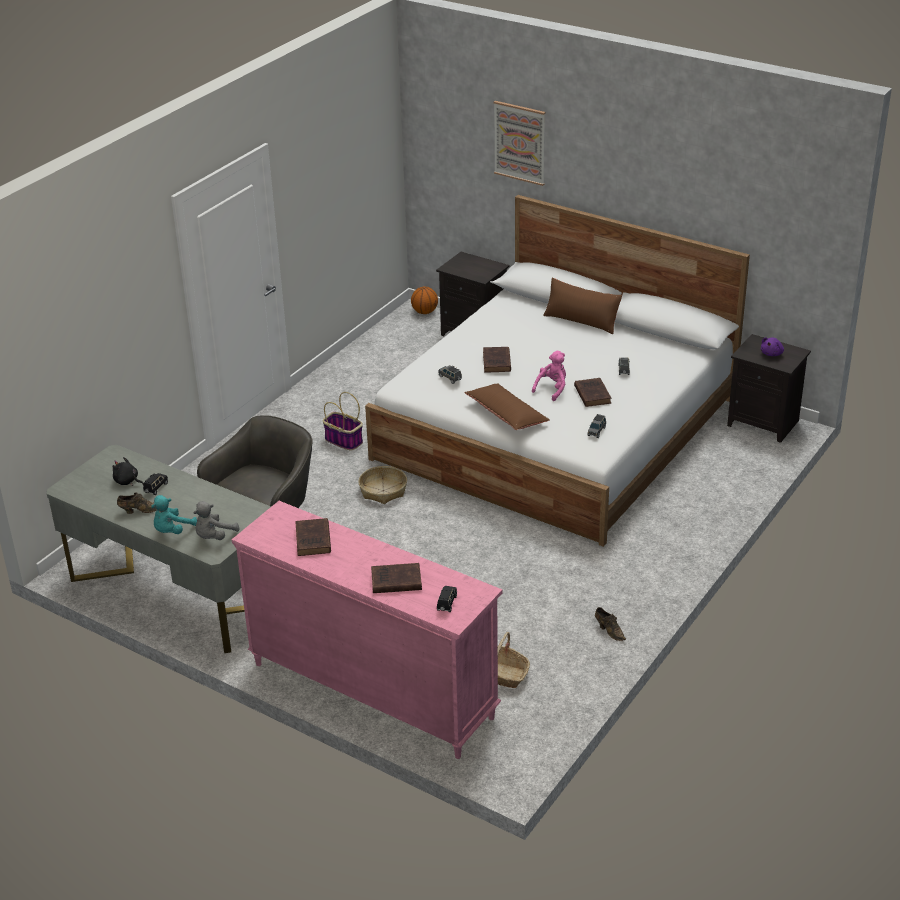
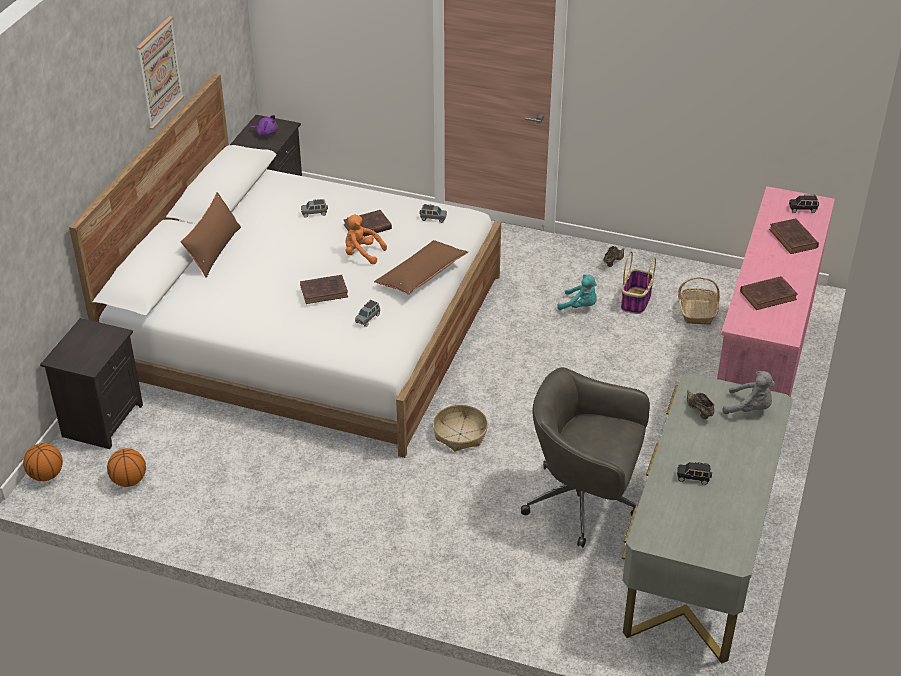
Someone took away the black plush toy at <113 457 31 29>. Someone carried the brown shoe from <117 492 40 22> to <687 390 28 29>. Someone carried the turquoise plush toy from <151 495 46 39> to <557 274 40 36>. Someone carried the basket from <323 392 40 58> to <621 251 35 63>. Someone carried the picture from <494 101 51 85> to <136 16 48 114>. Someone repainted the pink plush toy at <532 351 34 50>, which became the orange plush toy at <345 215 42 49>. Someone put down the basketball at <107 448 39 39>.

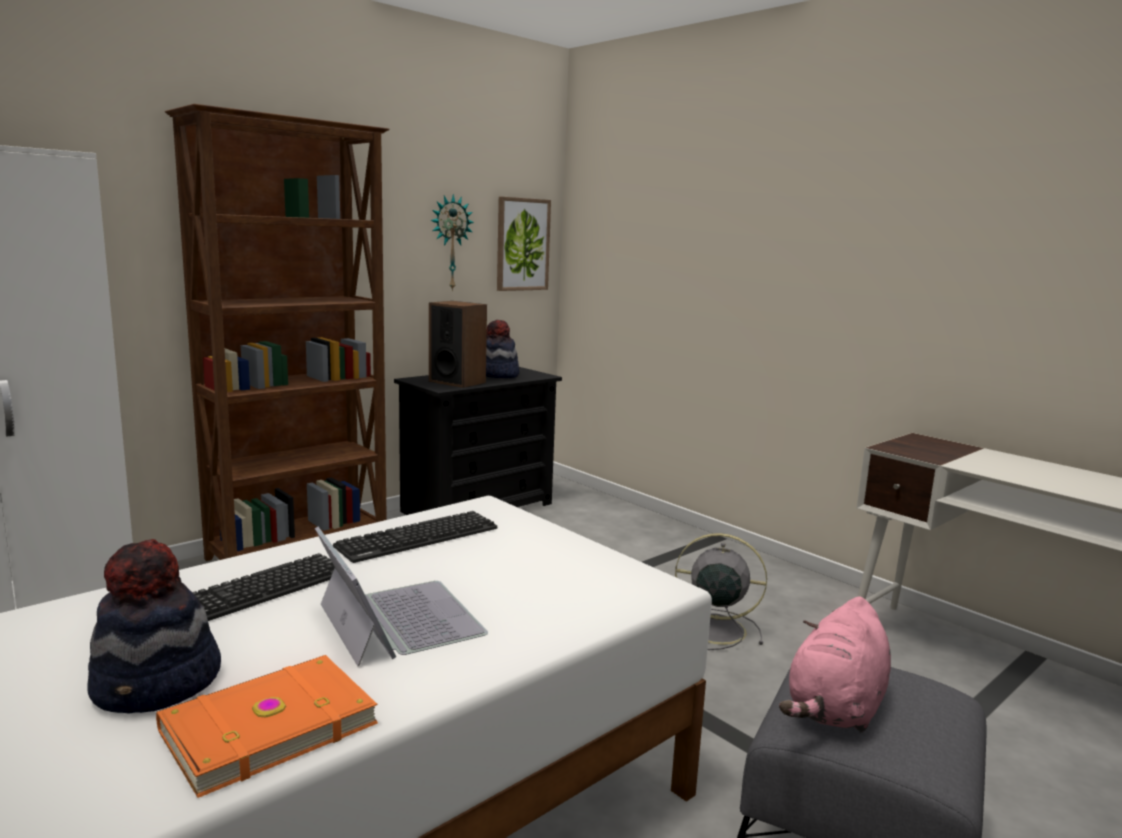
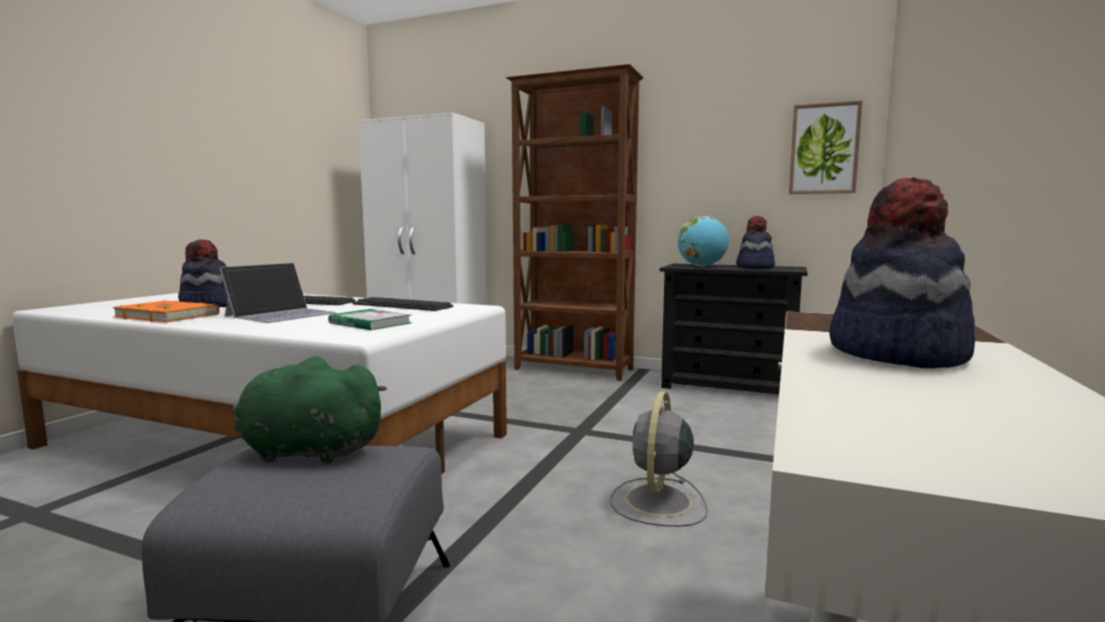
Someone swapped the speaker at <429 301 58 87> for the globe at <678 216 51 51>. Someone took away the wall clock at <430 194 44 97>. Someone rotated the grey fan at <675 533 92 117> by 150 degrees counterclockwise. Someone repainted the pink plush toy at <779 596 112 136>, which became the green plush toy at <232 356 155 108>. Someone put down the book at <328 309 84 21>. Someone put down the hat at <830 177 145 191>.

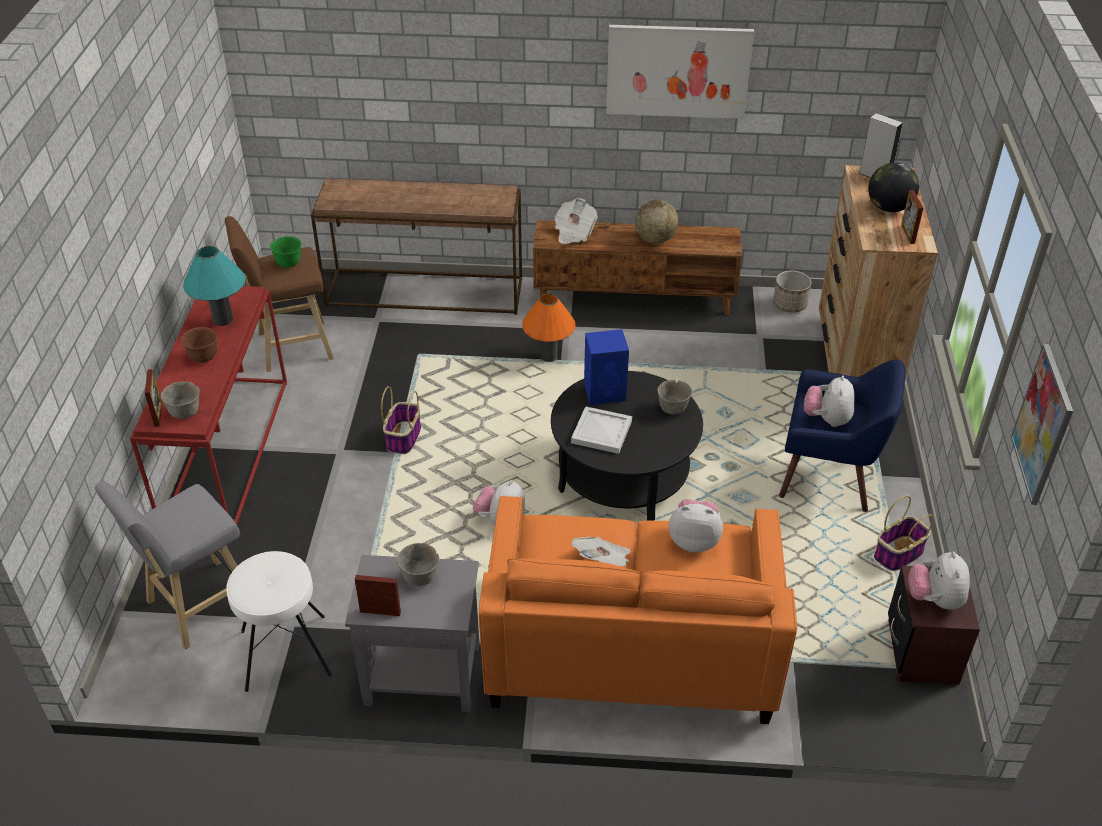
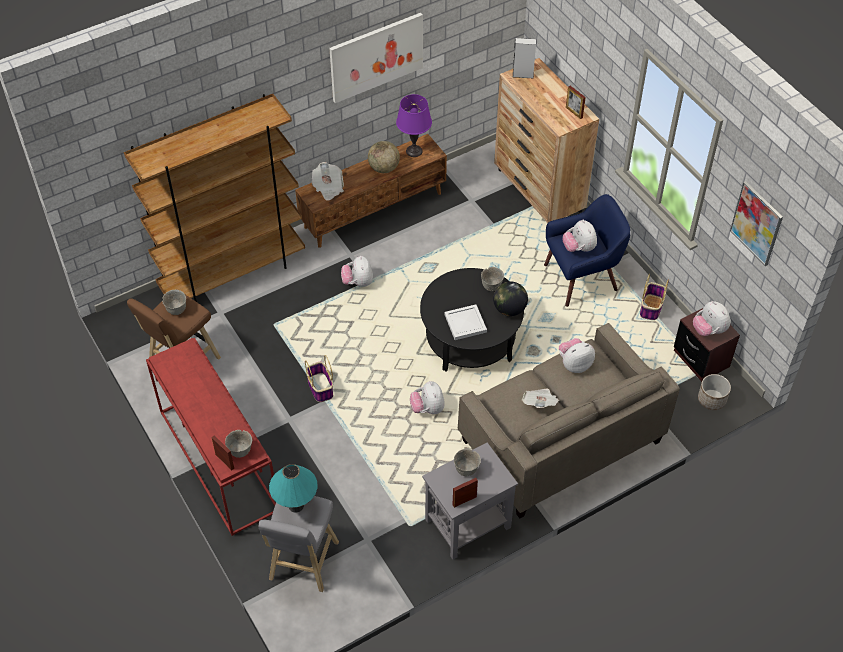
Someone took away the brown bowl at <181 327 36 36>. Someone carried the turquoise table lamp from <183 246 62 80> to <269 464 49 49>. Someone took away the white stool at <226 551 106 141>. Someone repainted the green bowl at <270 236 31 32>, which became the grey bowl at <162 290 24 25>. Someone swapped the brown console table at <311 178 211 137> for the brown bookcase at <124 94 181 208>. Someone repainted the orange sofa at <478 496 319 228>, which became the beige sofa at <458 323 222 196>. Someone swapped the orange table lamp at <522 294 53 68> for the plush toy at <341 256 32 31>. Someone took away the blue speaker at <584 329 45 76>. Someone carried the planter from <773 271 39 42> to <698 374 33 36>. Someone carried the globe from <868 162 51 50> to <493 282 35 34>. Someone put down the purple table lamp at <396 94 36 63>.

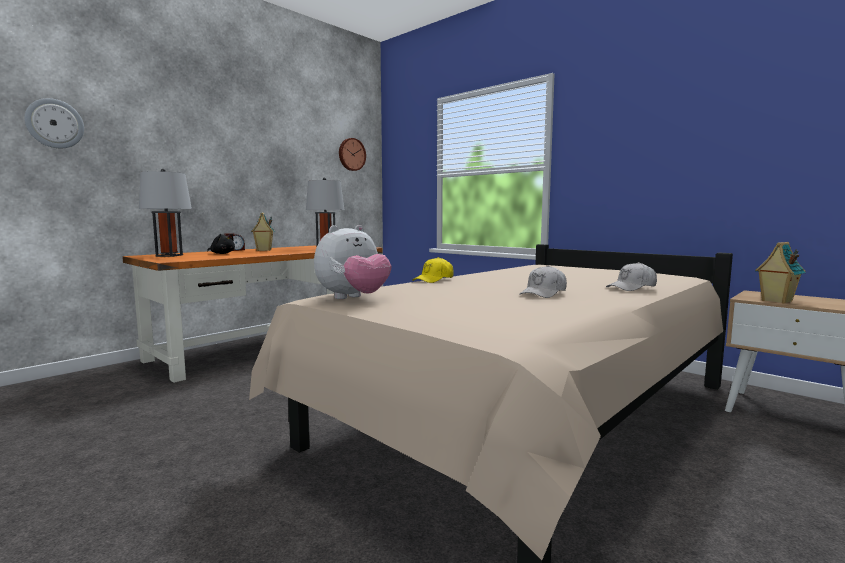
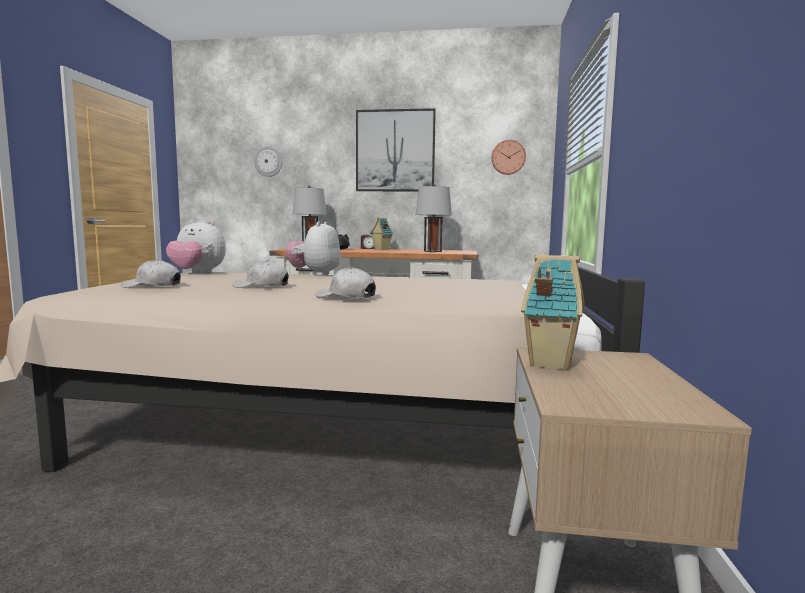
Someone swapped the yellow cap at <413 257 41 26> for the plush toy at <286 221 55 55>. Someone put down the white cap at <121 259 60 29>. Someone put up the picture at <356 108 80 83>.

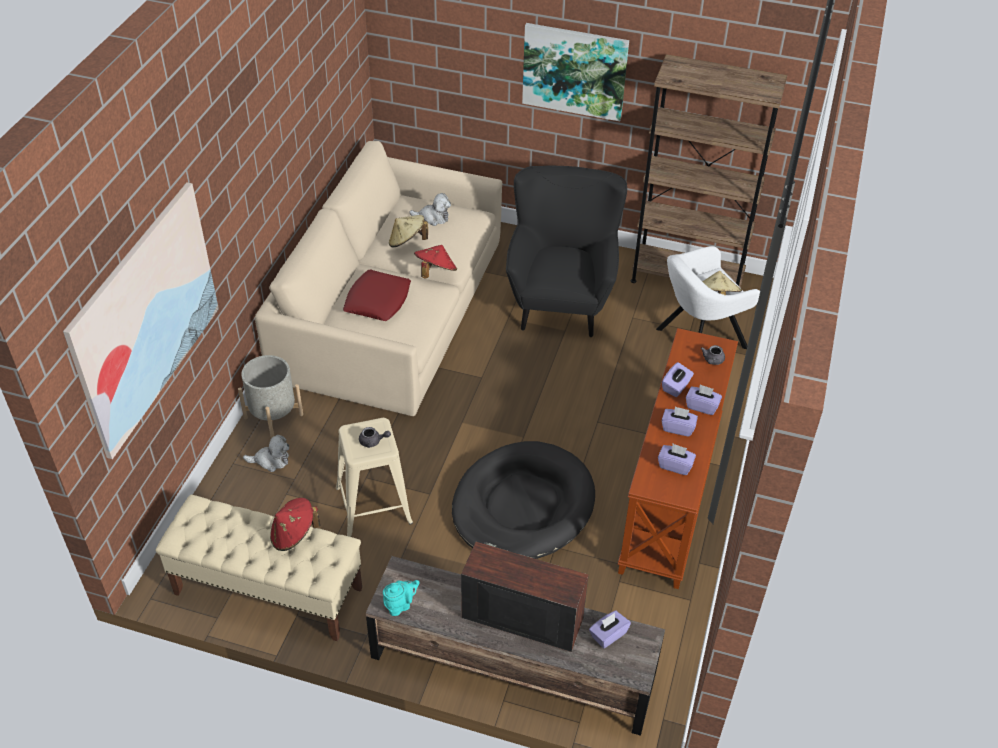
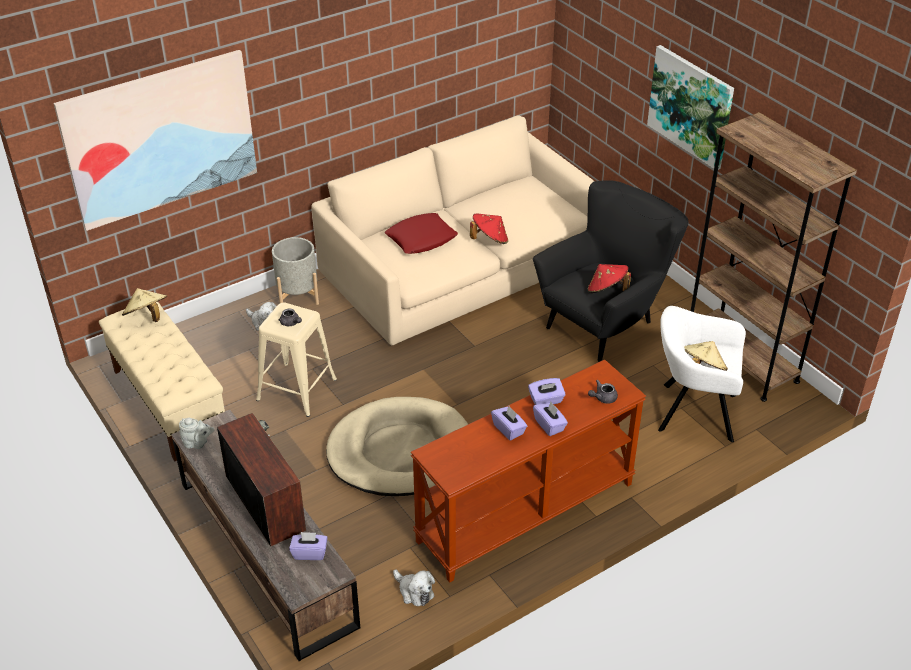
Someone carried the red hat from <270 498 51 53> to <588 264 43 29>. Someone repainted the turquoise teapot at <383 580 36 36>, which became the grey teapot at <179 418 35 31>. Someone carried the beige hat from <389 215 39 32> to <122 288 45 34>. Someone carried the plush toy from <409 193 42 33> to <393 569 42 37>. Someone repainted the black dog bed at <452 441 143 118>, which became the beige dog bed at <326 397 142 99>. Someone took away the purple tissue box at <658 444 38 31>.

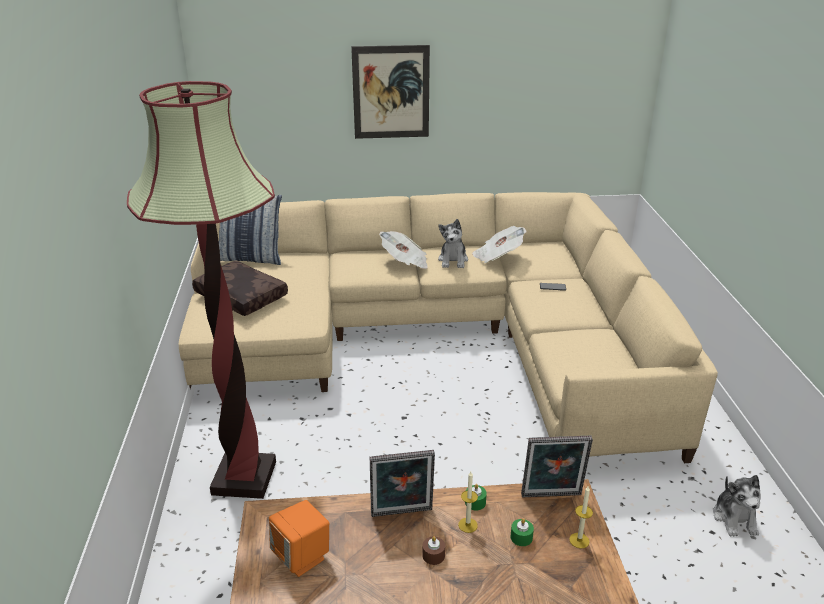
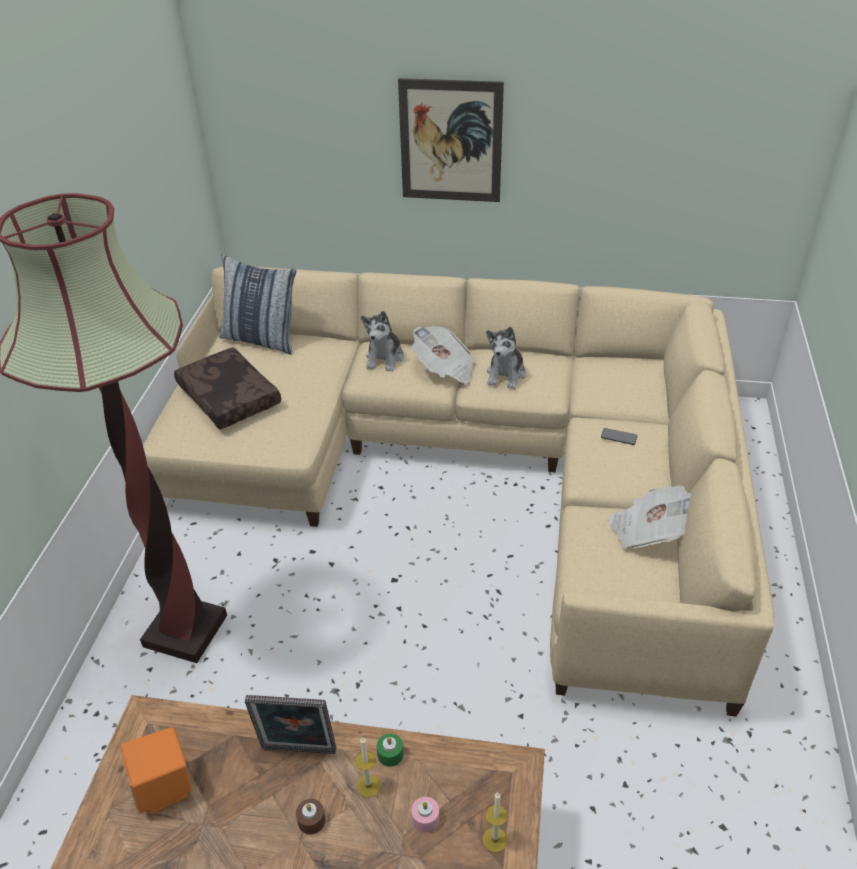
Someone carried the newspaper from <472 226 55 37> to <608 485 84 64>. Someone repainted the green candle at <511 518 23 28>, which became the pink candle at <411 797 28 35>. Someone took away the picture frame at <521 436 72 62>. Someone carried the plush toy from <713 475 48 62> to <361 311 43 61>.

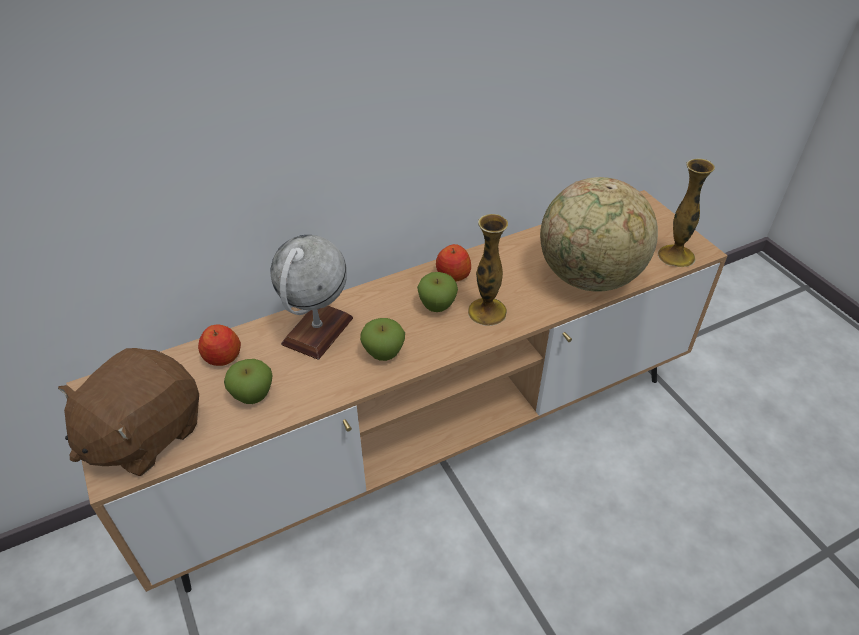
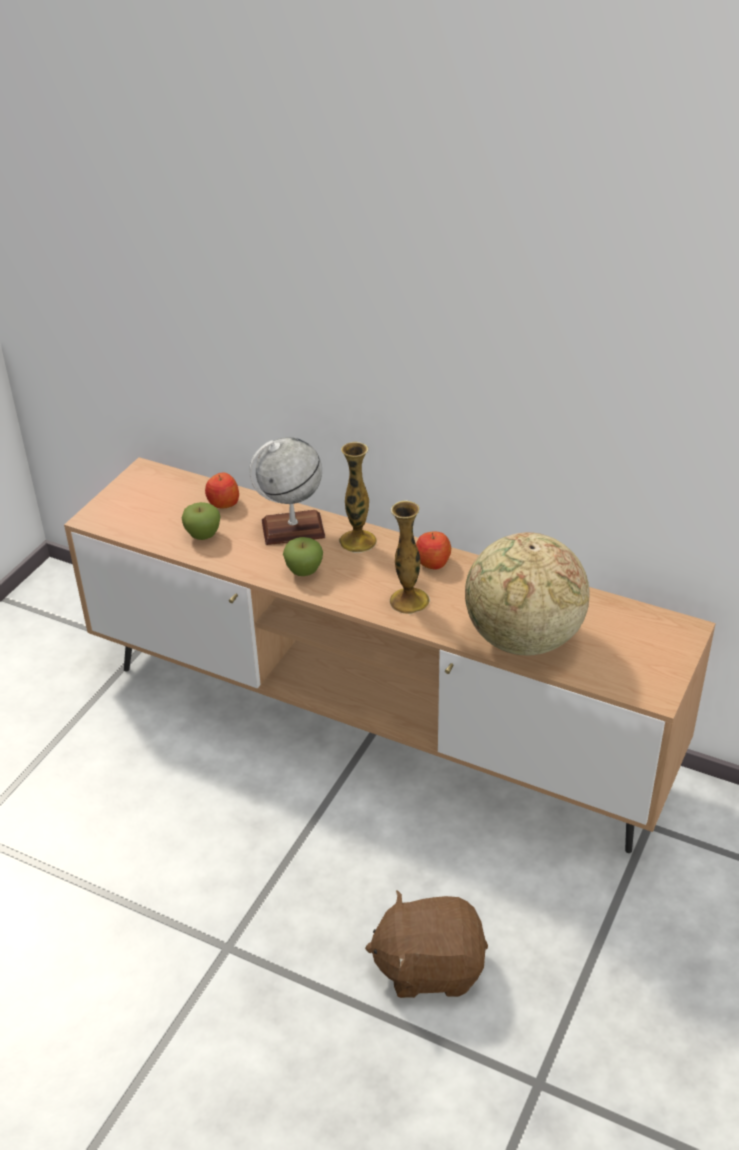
Someone carried the brown plush toy from <58 348 141 128> to <365 890 123 108>. Someone took away the apple at <417 272 41 40>. Someone carried the vase from <658 158 57 109> to <339 442 38 111>.

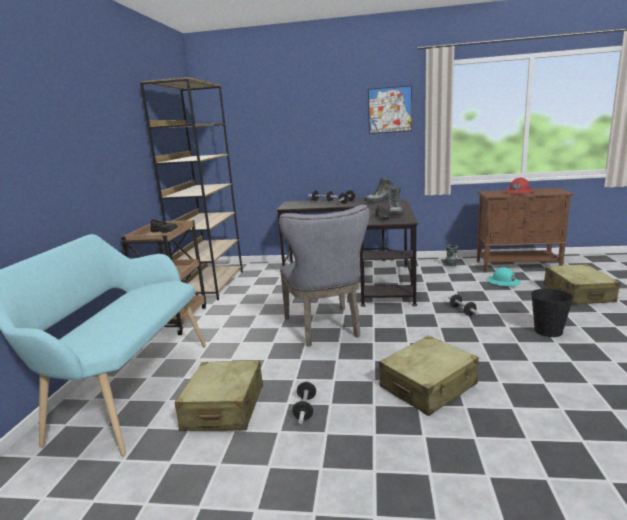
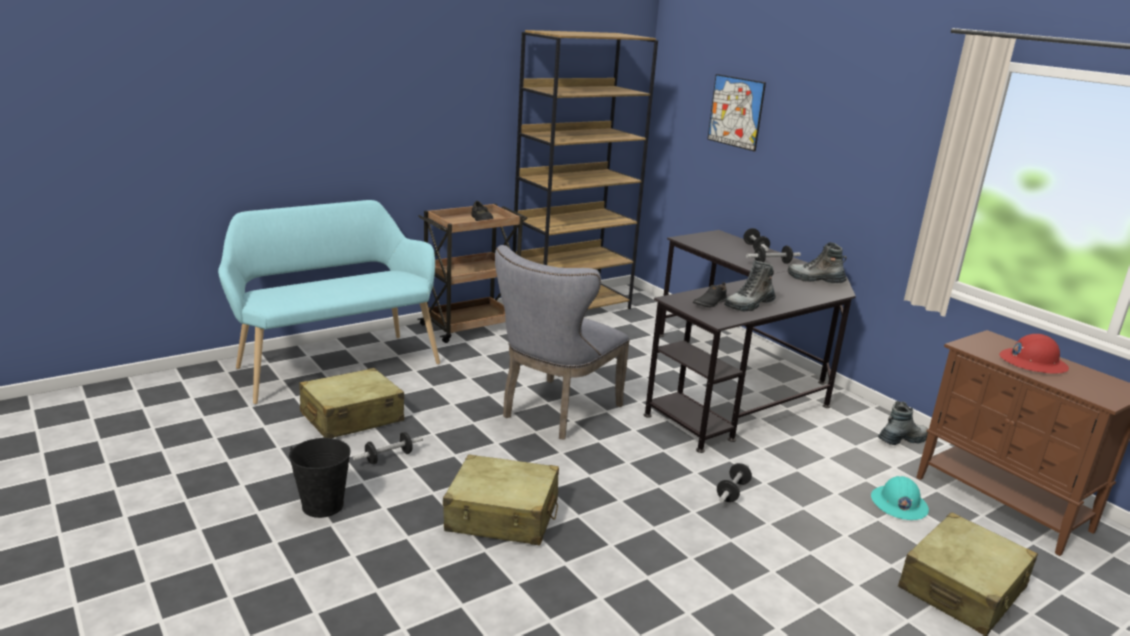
Someone carried the picture from <368 86 44 48> to <707 74 59 78>. Someone carried the black bucket from <531 288 43 49> to <289 438 62 80>.

